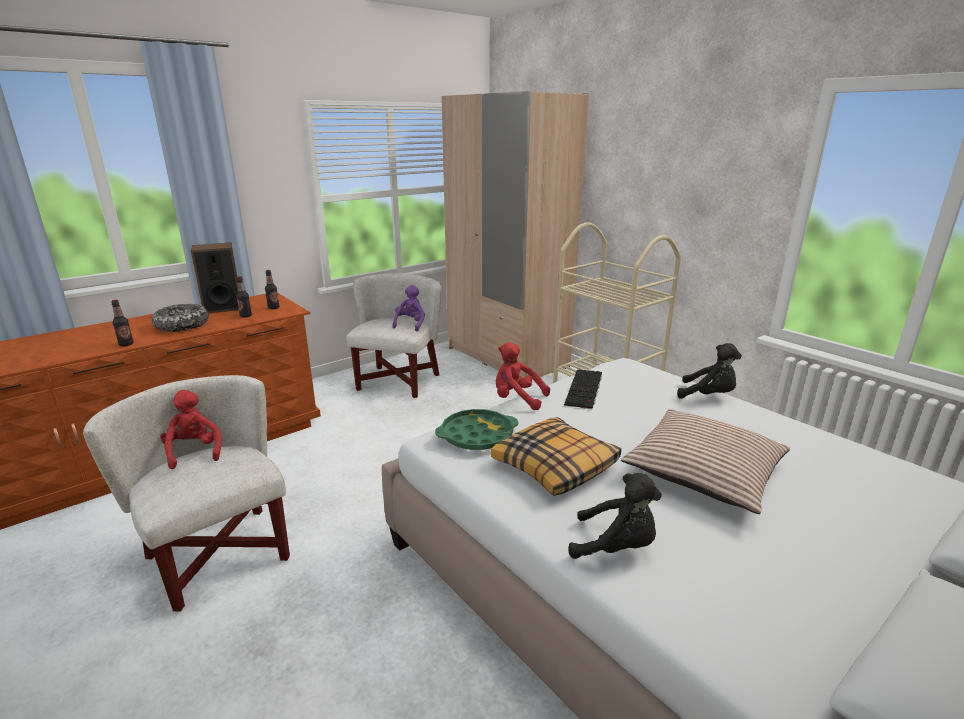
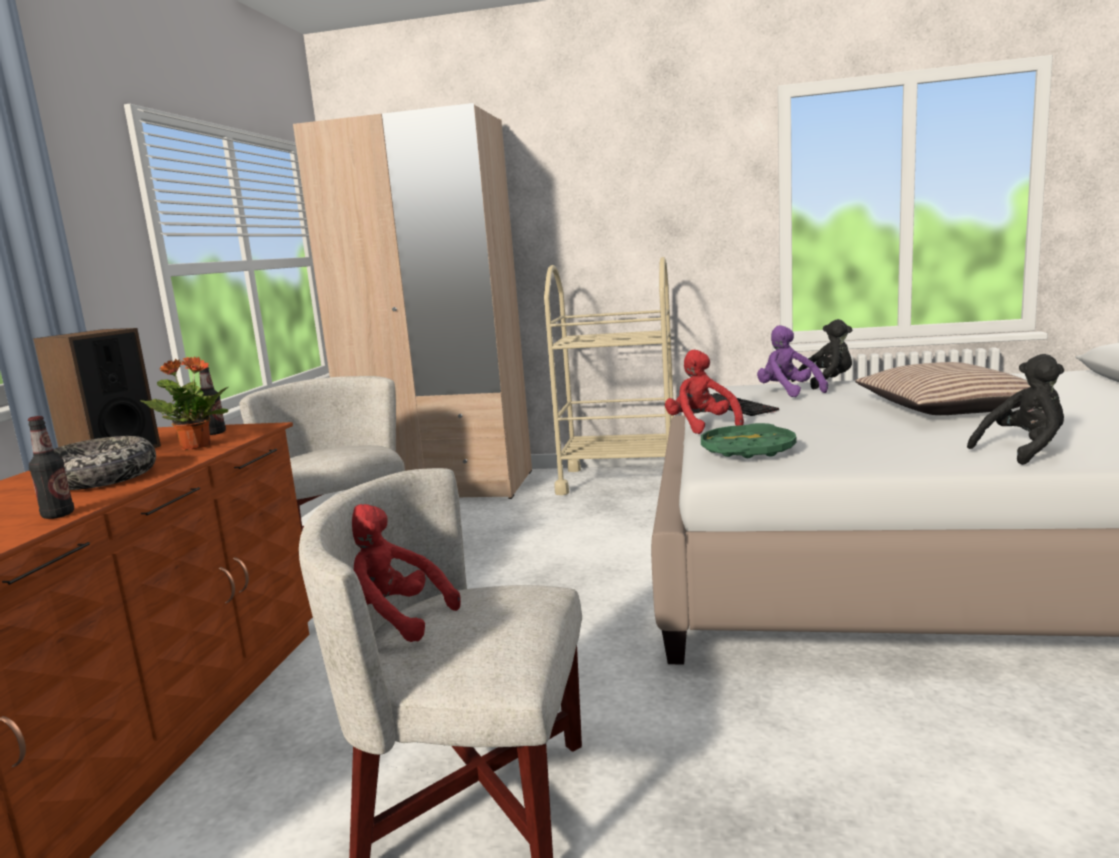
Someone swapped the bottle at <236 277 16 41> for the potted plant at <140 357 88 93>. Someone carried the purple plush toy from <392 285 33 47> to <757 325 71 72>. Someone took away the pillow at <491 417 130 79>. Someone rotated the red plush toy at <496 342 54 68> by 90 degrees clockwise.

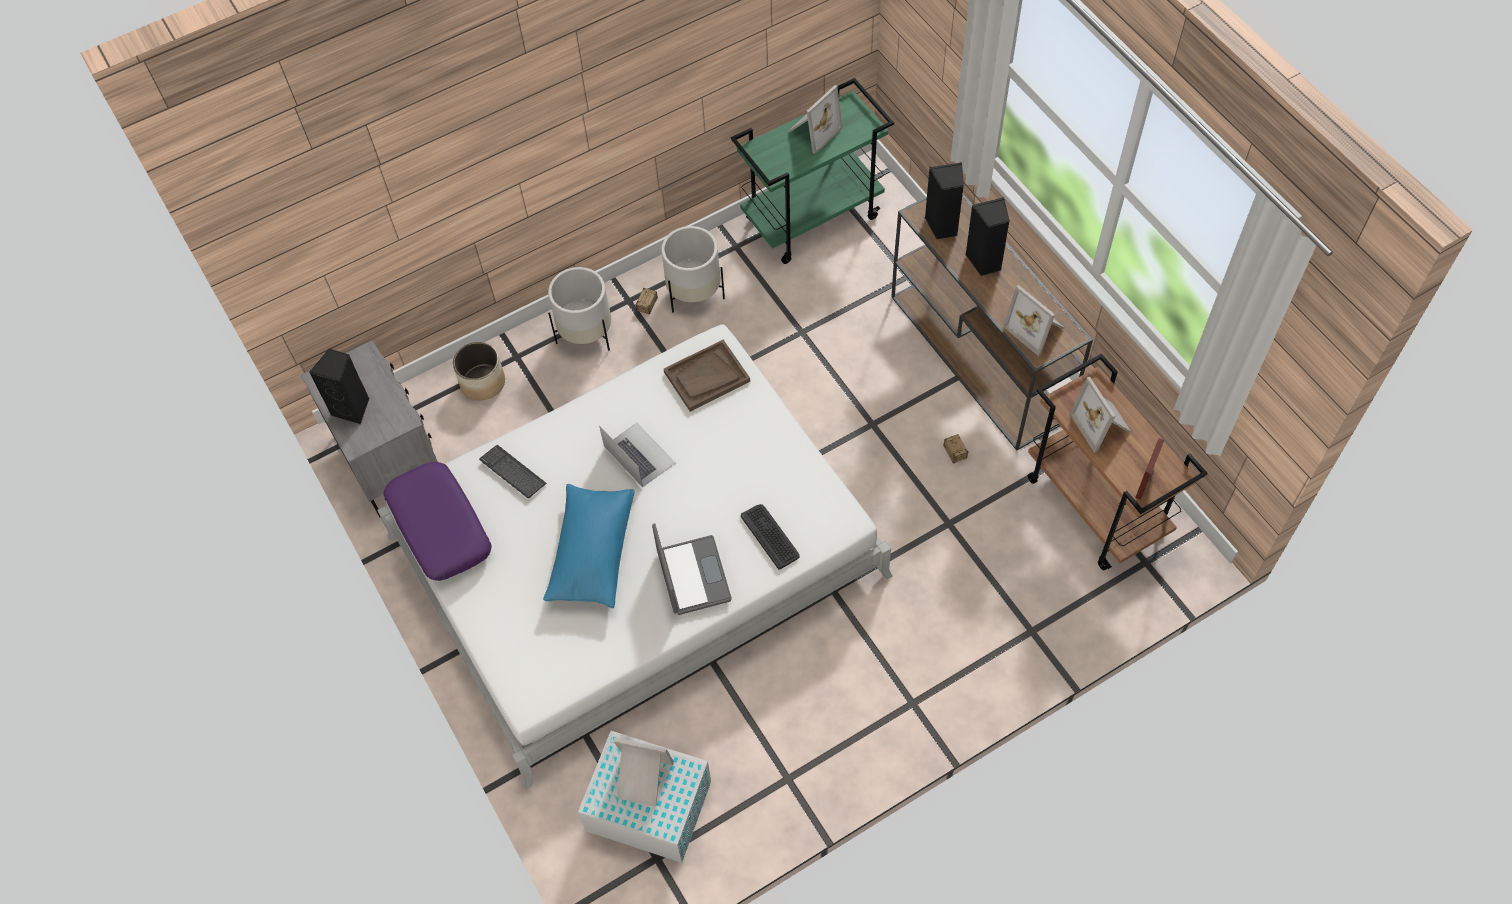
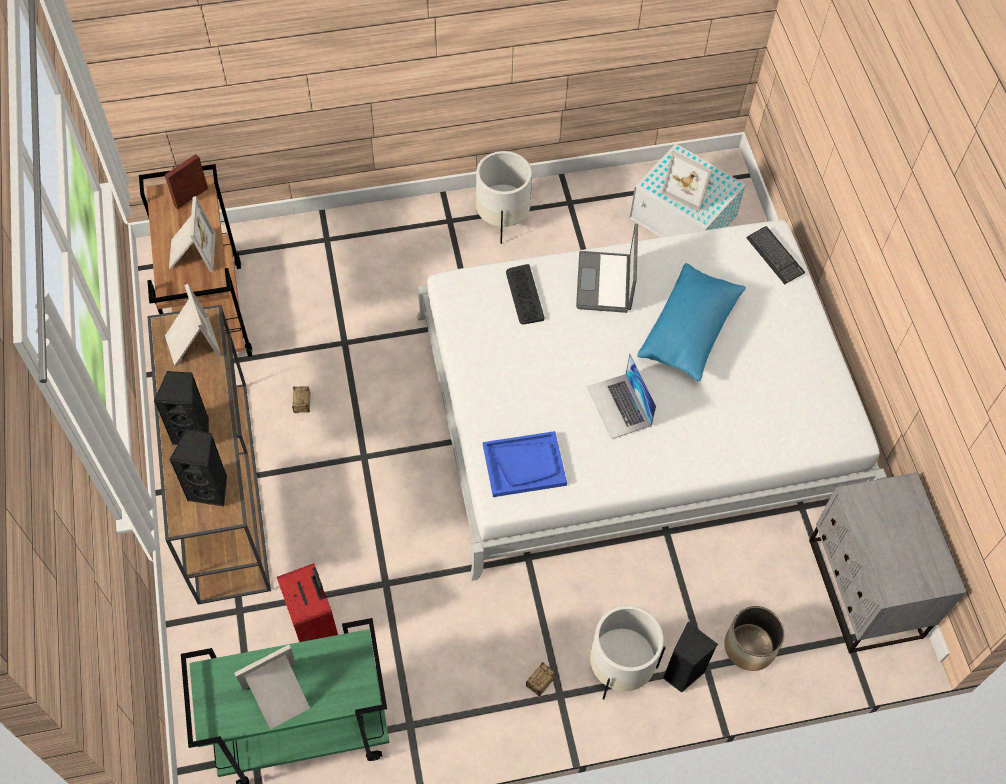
Someone carried the black speaker from <309 349 61 75> to <663 622 56 71>. Someone took away the purple pillow at <383 462 108 119>. Someone carried the keyboard from <479 445 68 53> to <746 226 59 59>. Someone carried the white planter from <661 226 64 87> to <476 151 56 93>. Someone repainted the brown tray at <664 340 86 72>, which became the blue tray at <483 431 84 66>. Someone put down the red suitcase at <277 563 61 79>.

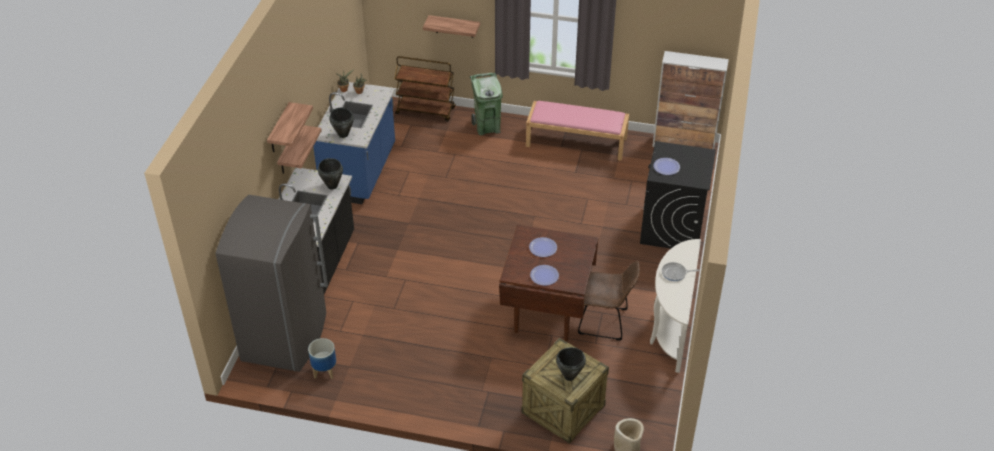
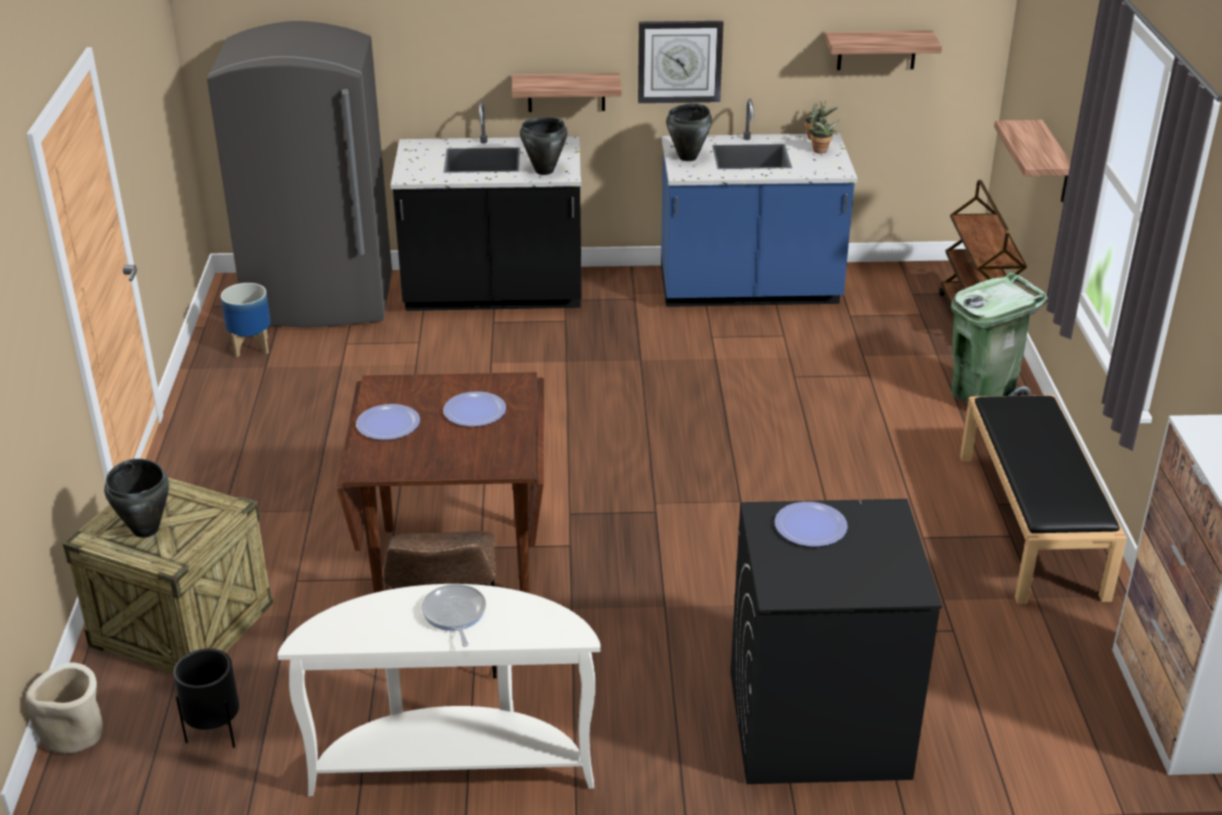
Someone carried the shelf from <267 102 46 50> to <825 30 117 40>. Someone repainted the pink bench at <526 101 103 60>, which became the black bench at <960 395 167 209>. Someone put down the black planter at <173 648 66 100>. Someone put up the wall clock at <638 21 86 82>.

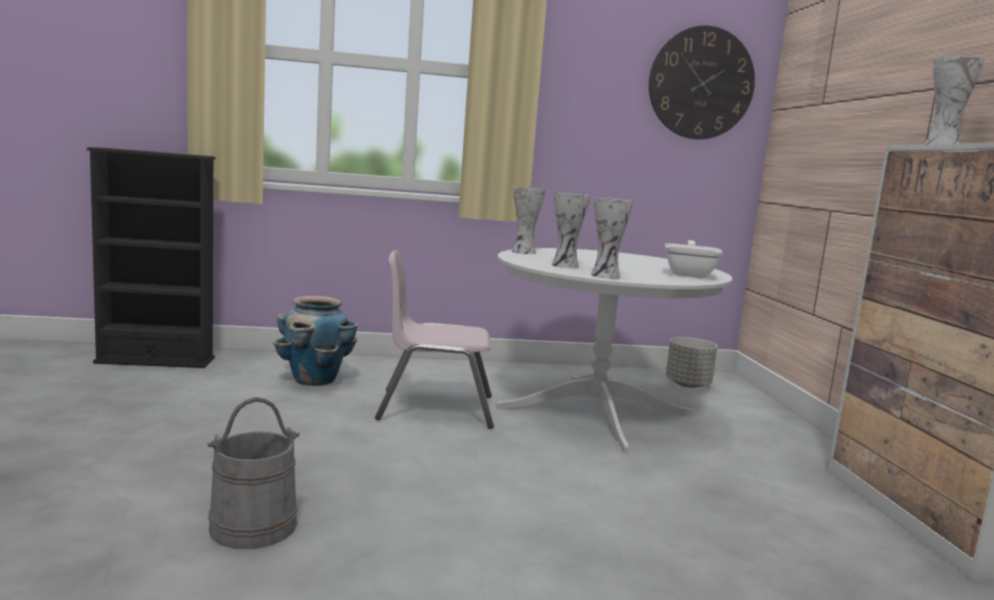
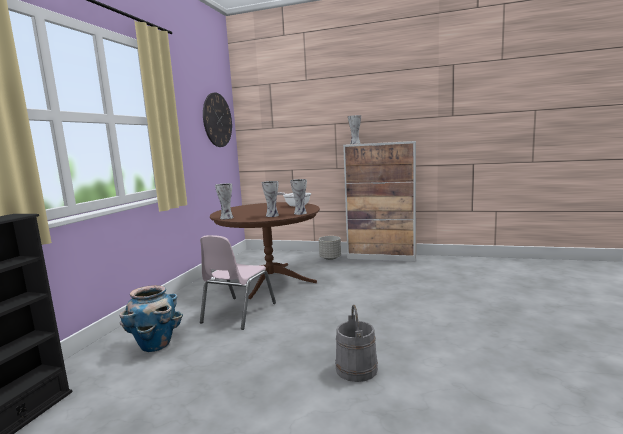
Someone repainted the white dining table at <496 248 237 204>, which became the brown dining table at <210 202 110 97>. Someone carried the grey planter from <666 337 51 51> to <319 236 22 24>.

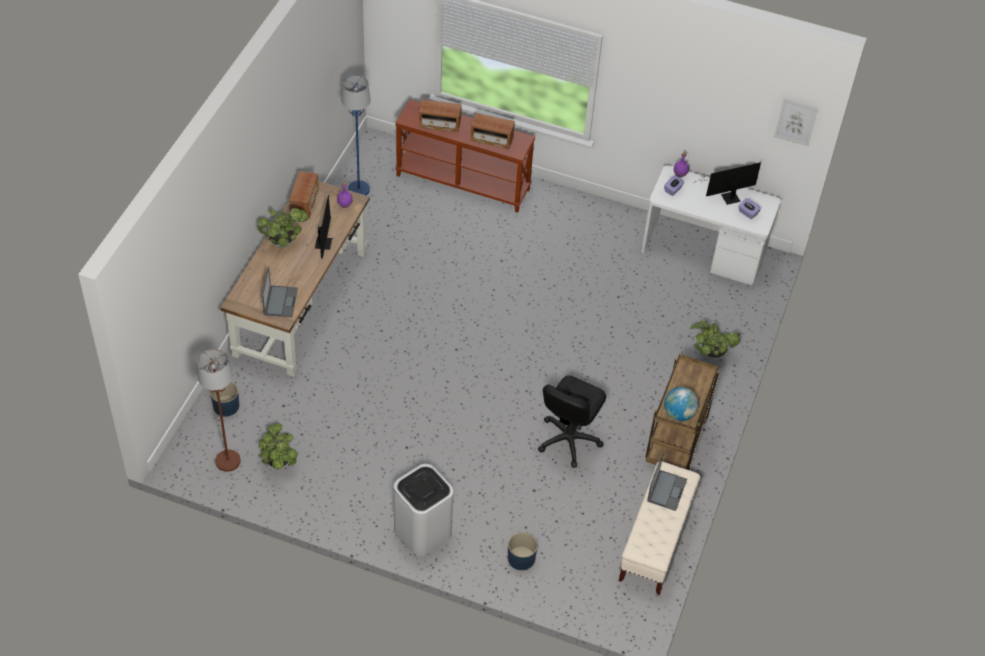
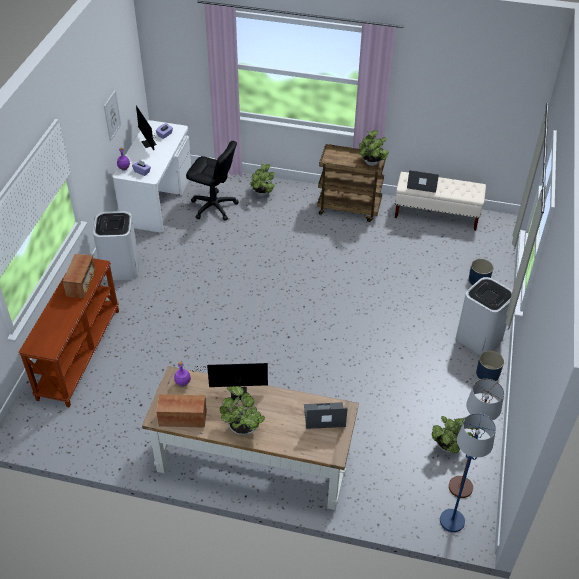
Someone carried the blue planter from <210 382 29 35> to <476 351 28 30>. Someone carried the blue floor lamp from <341 75 30 120> to <440 413 56 119>. Someone took away the radio at <419 99 43 33>. Someone carried the black office chair from <538 375 68 93> to <186 141 53 79>. Someone swapped the globe at <664 387 35 34> for the potted plant at <359 130 30 36>. Someone carried the picture from <774 99 44 47> to <104 90 17 51>. Someone put down the white trash can at <93 211 46 69>.

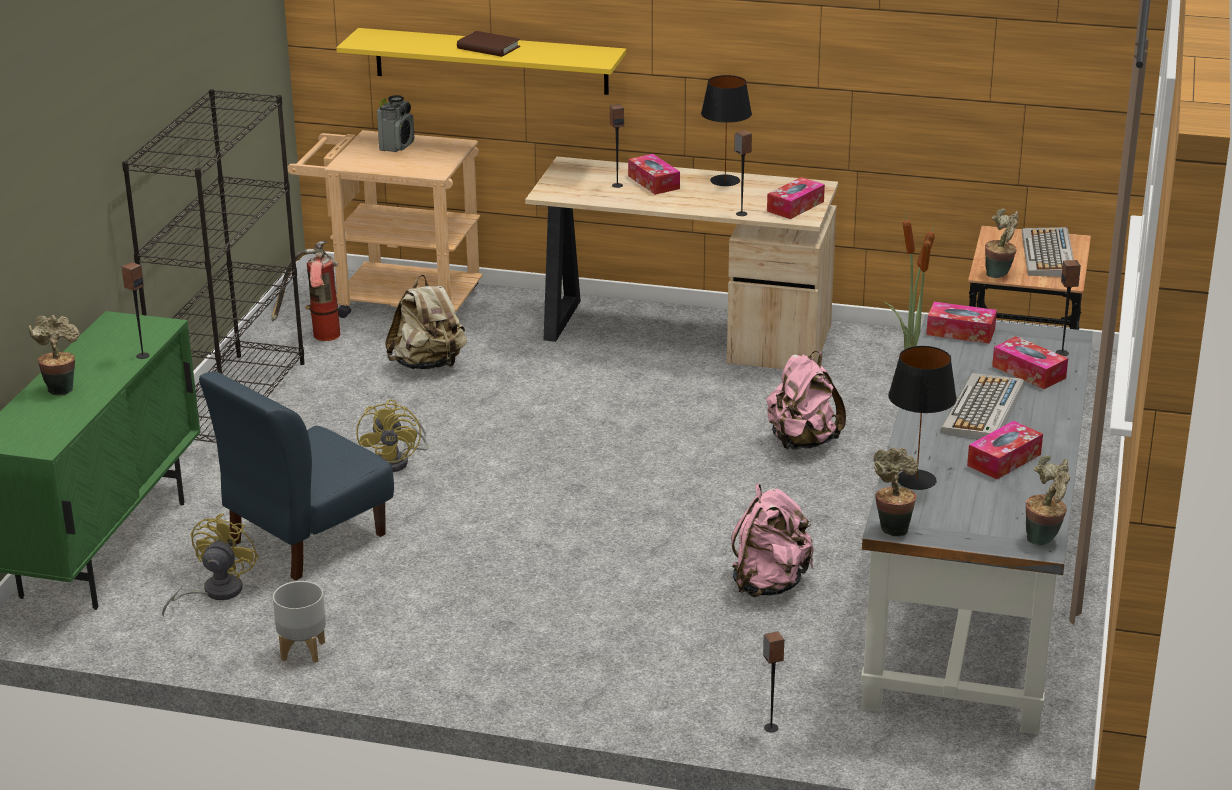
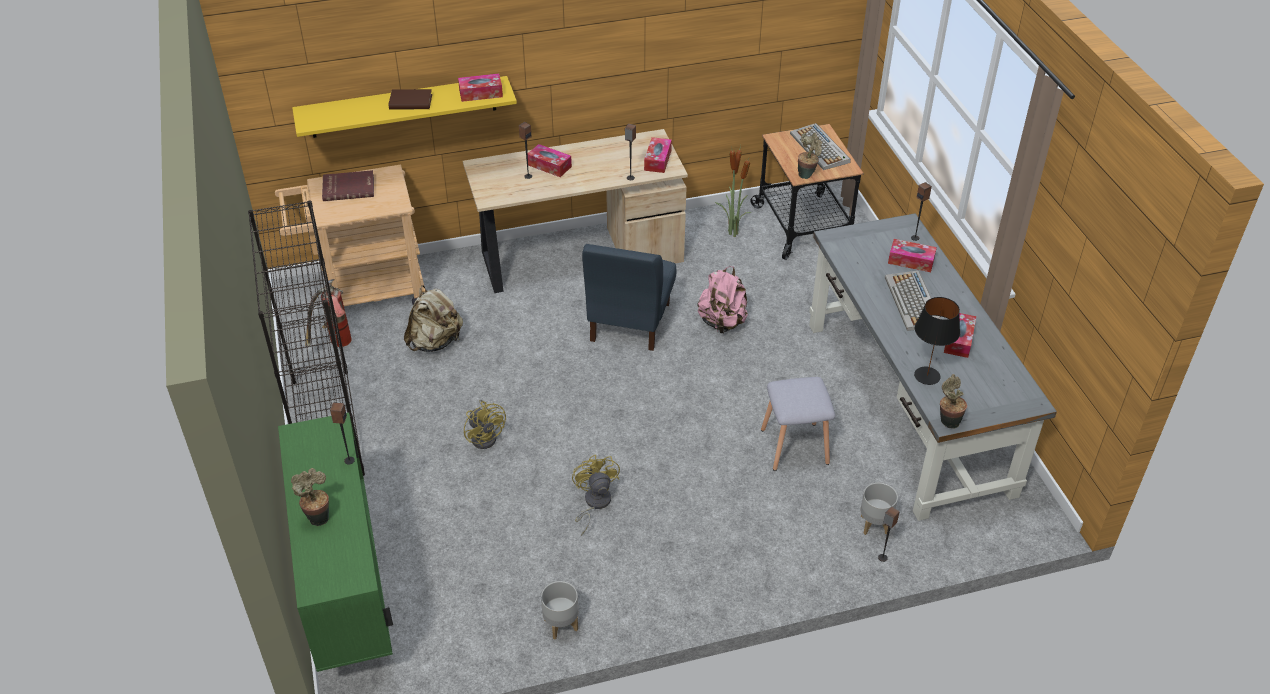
Someone carried the yellow fan from <162 513 97 104> to <572 455 48 81>. Someone carried the blue chair from <199 372 195 208> to <582 244 94 107>. Someone swapped the radio at <377 95 37 57> for the red book at <322 170 52 31>. Someone took away the black table lamp at <701 75 51 111>. Someone swapped the pink backpack at <731 484 83 113> for the grey stool at <761 377 74 94>. Someone carried the tissue box from <926 302 71 42> to <458 73 45 29>. Someone took away the potted plant at <1025 456 45 90>. Someone put down the grey planter at <861 483 37 52>.

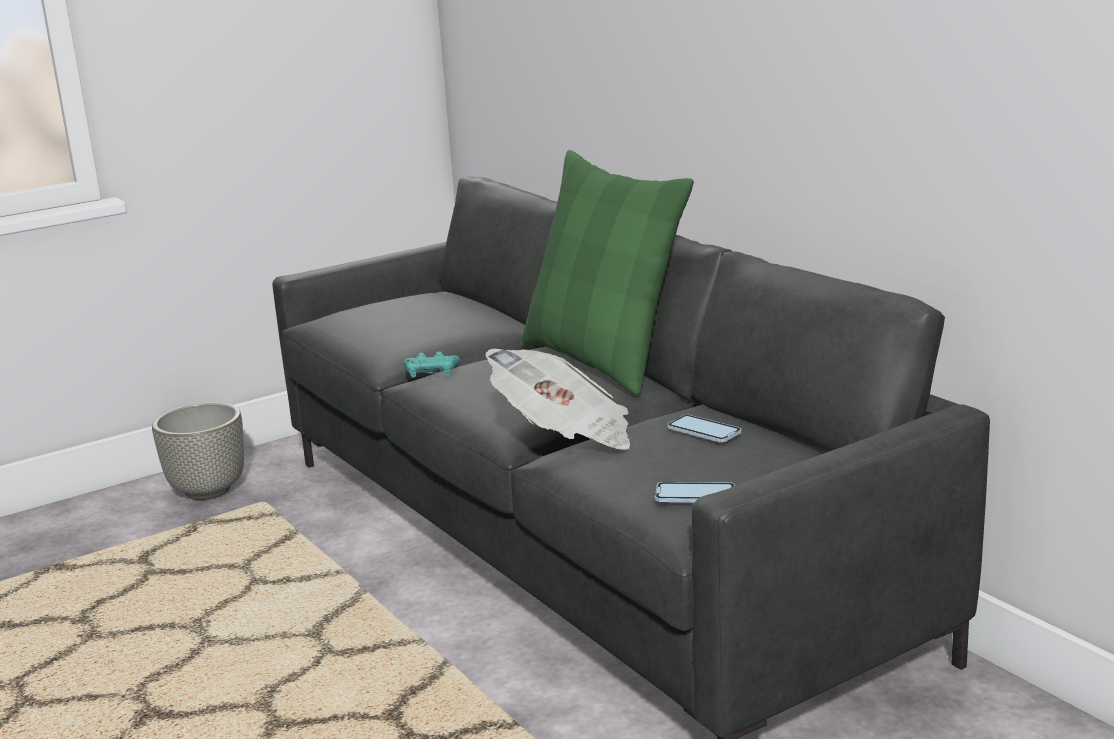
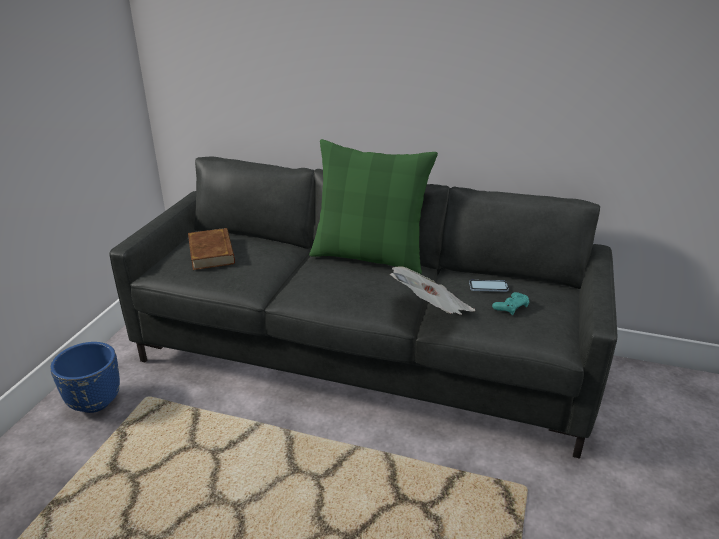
Someone repainted the grey planter at <152 402 92 98>, which became the blue planter at <50 342 70 71>. Someone carried the turquoise game controller from <404 352 57 26> to <492 292 37 23>. Someone took away the phone at <655 482 80 21>. Someone put down the brown book at <188 228 47 42>.

